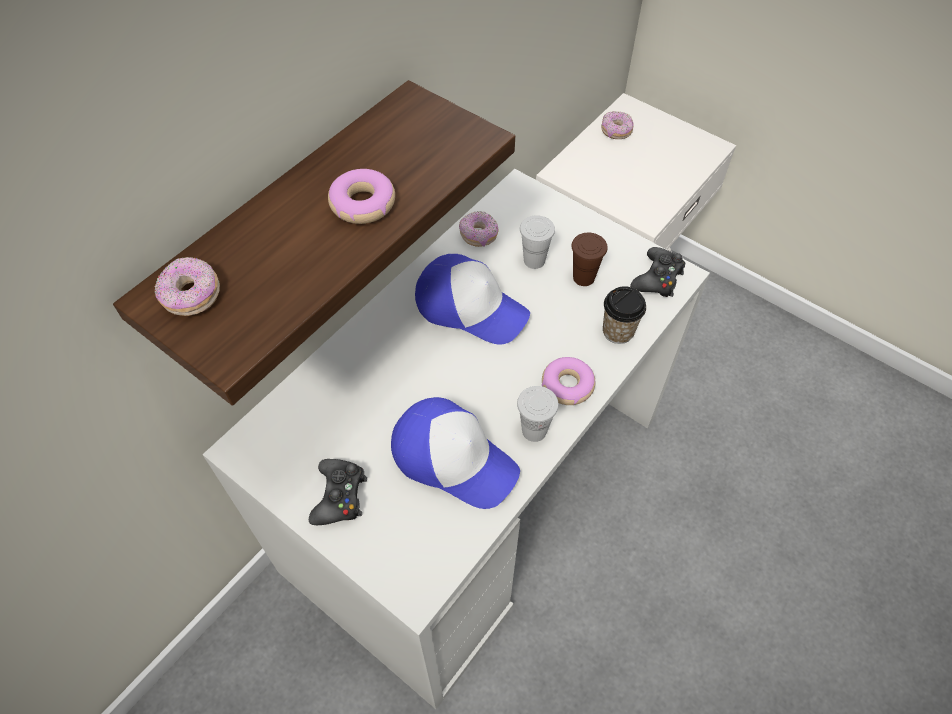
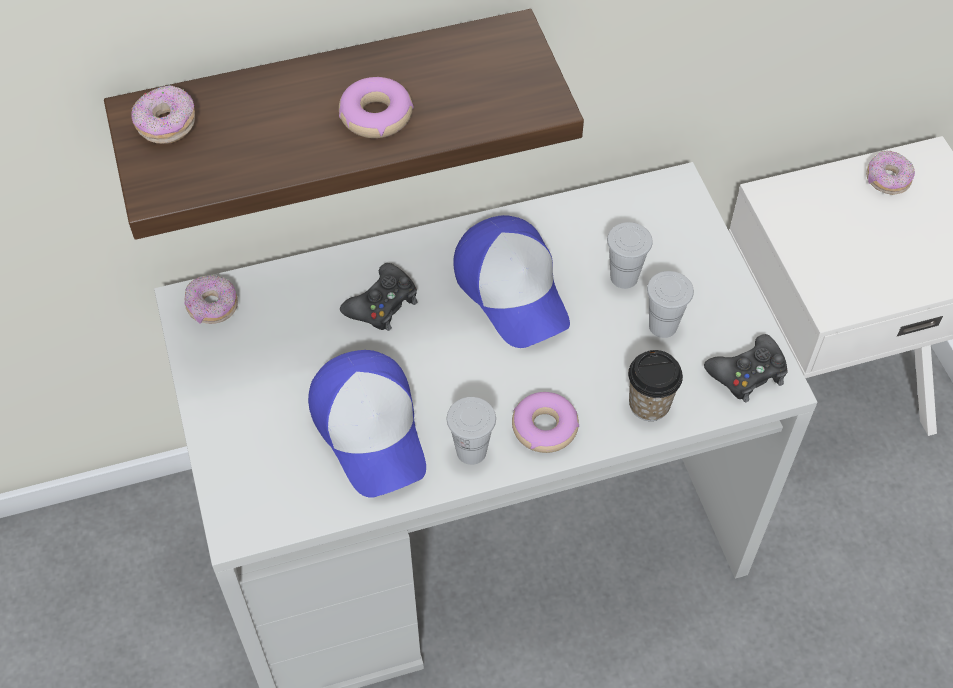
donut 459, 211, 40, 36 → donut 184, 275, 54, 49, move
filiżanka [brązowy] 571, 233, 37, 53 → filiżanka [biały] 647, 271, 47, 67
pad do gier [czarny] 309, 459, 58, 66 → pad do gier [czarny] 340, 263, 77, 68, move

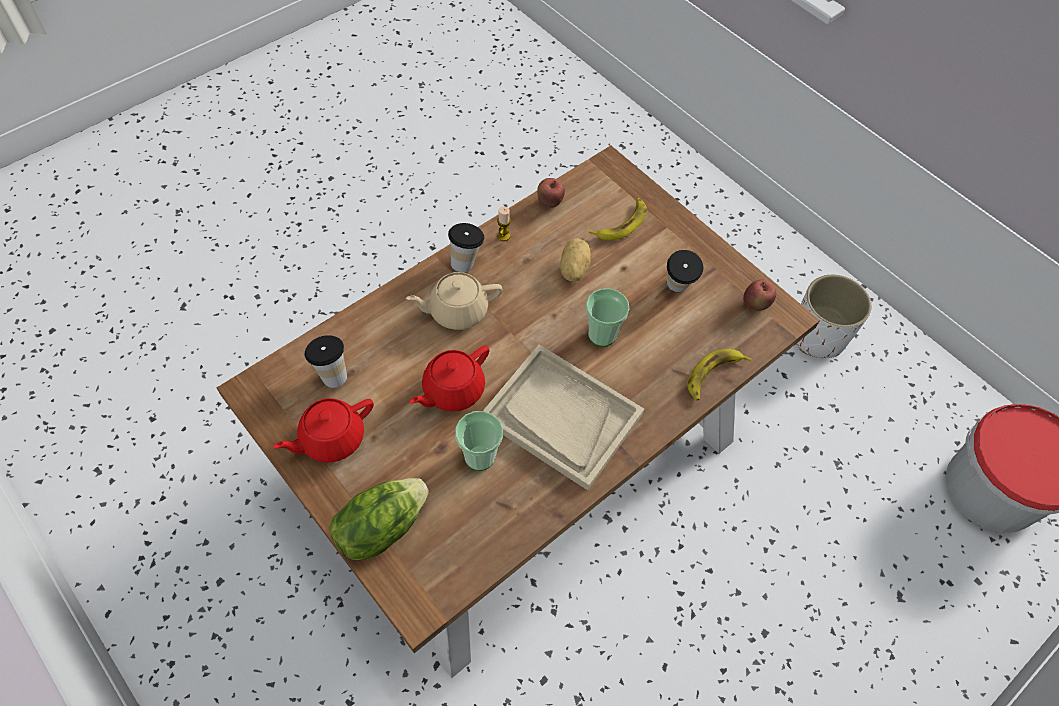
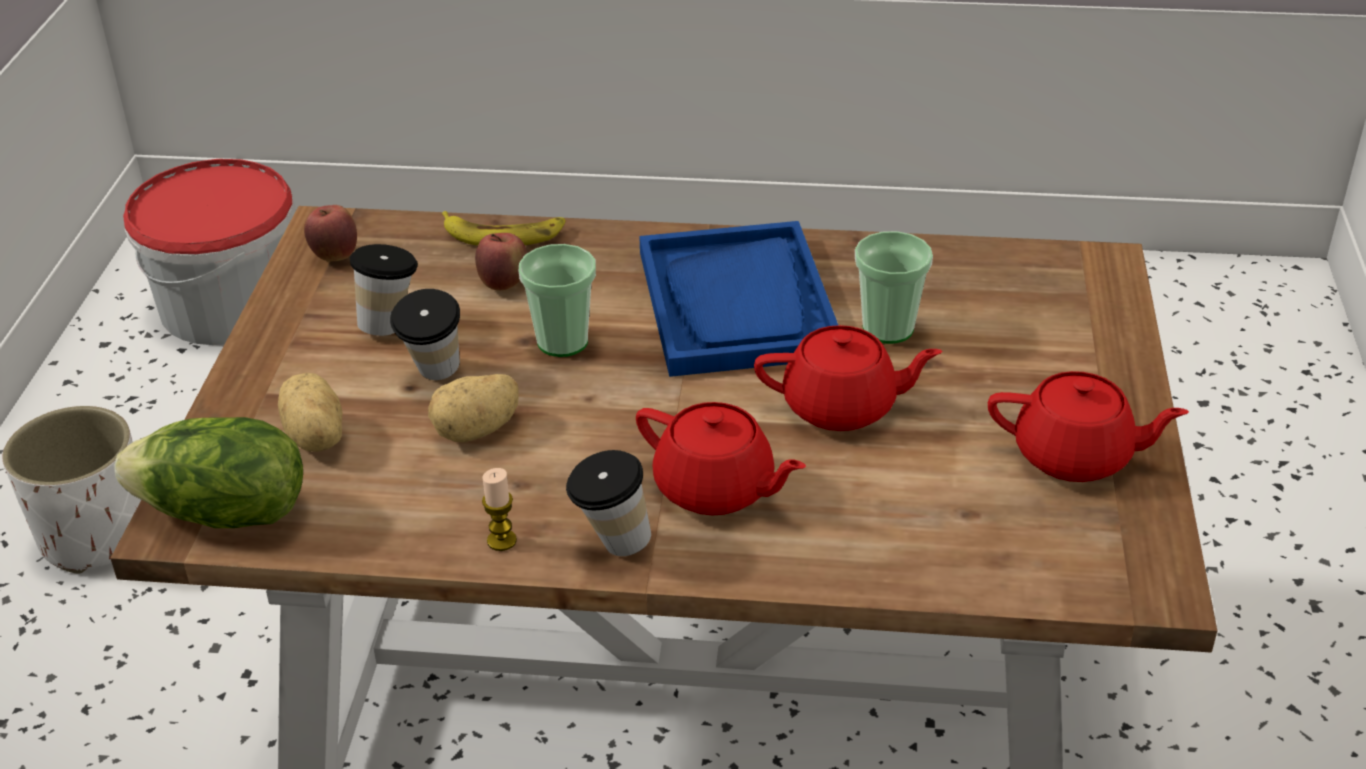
jabłko 537, 178, 28, 30 → jabłko 475, 233, 52, 57, move
banan 589, 198, 58, 42 → ziemniak 278, 373, 65, 79
imbryk [beżowy] 406, 272, 96, 58 → imbryk [czerwony] 636, 402, 170, 113
filiżanka 304, 335, 43, 53 → filiżanka 390, 289, 70, 91, move
taca [beżowy] 483, 344, 161, 146 → taca [niebieski] 639, 221, 199, 156
sałata 329, 478, 100, 82 → sałata 115, 417, 188, 111, move

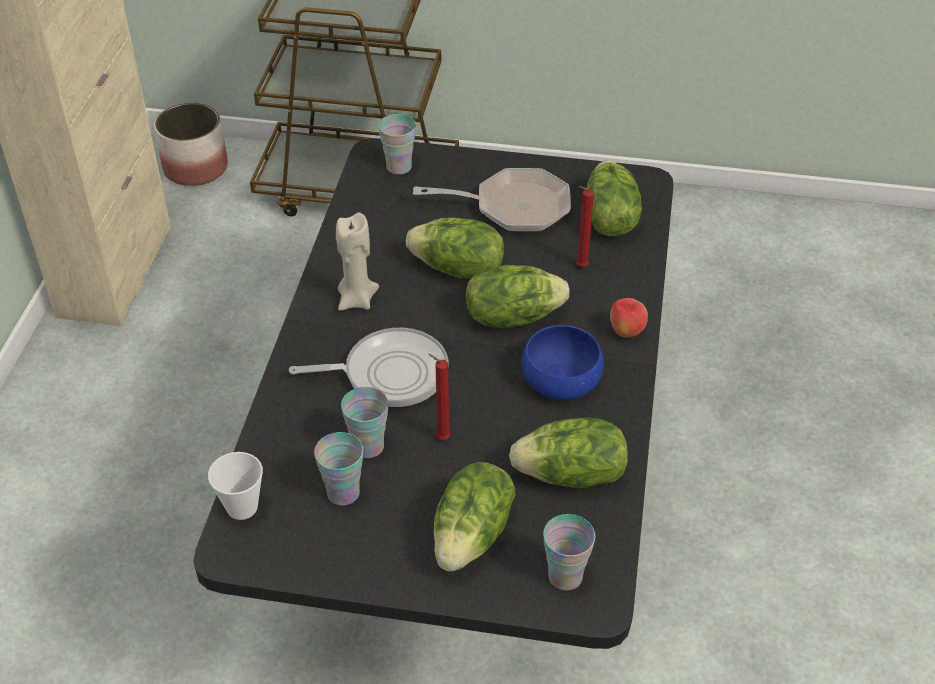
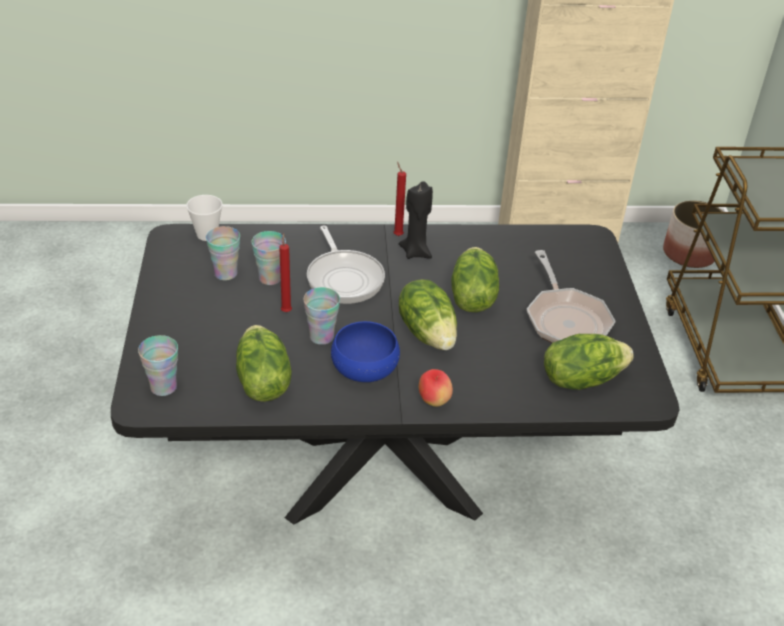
filiżanka 378, 114, 38, 61 → filiżanka 303, 287, 37, 58, move
świeca [czerwony] 576, 186, 18, 81 → świeca [czerwony] 394, 162, 12, 74, move
świeca [beżowy] 336, 213, 43, 98 → świeca [czarny] 399, 181, 34, 78
sałata 433, 462, 82, 110 → -

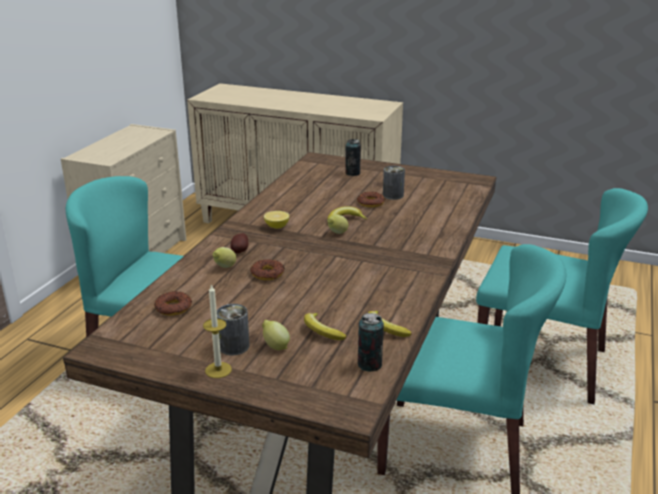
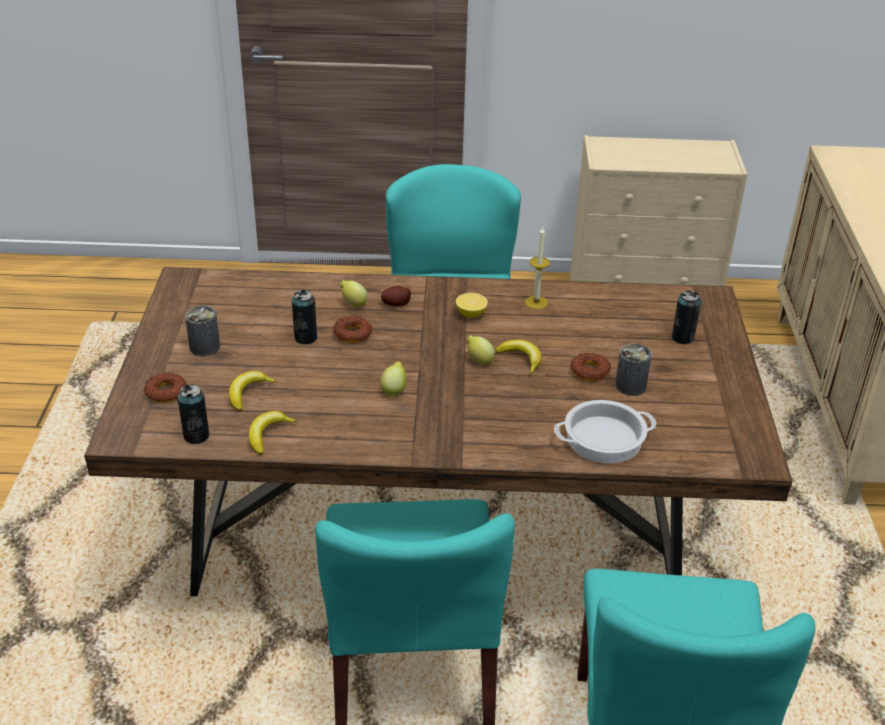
świeca 203, 284, 29, 94 → świeca 525, 227, 25, 82, move
donut 154, 291, 38, 25 → donut 144, 372, 43, 31, move
cytryna 262, 320, 28, 30 → cytryna 381, 362, 25, 36, move
- → puszka 292, 290, 25, 54
- → garnek 554, 400, 103, 64

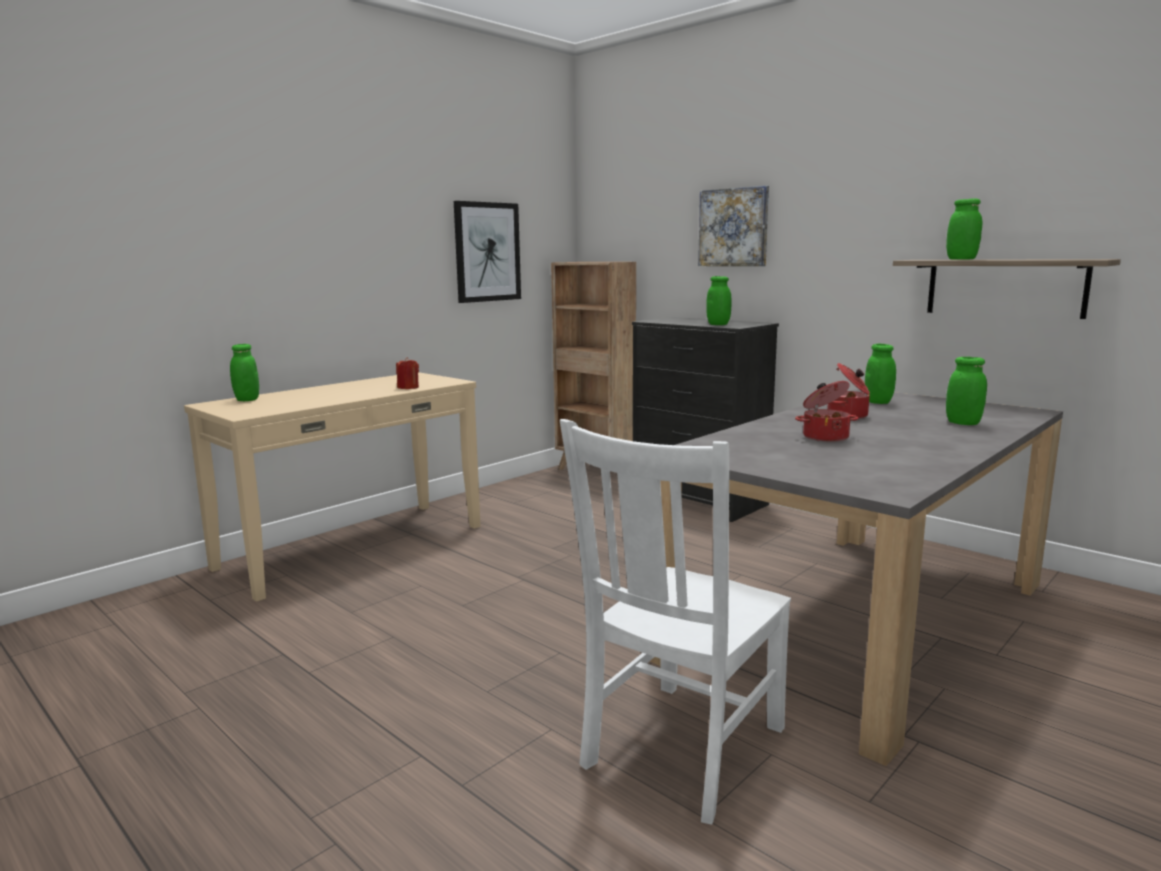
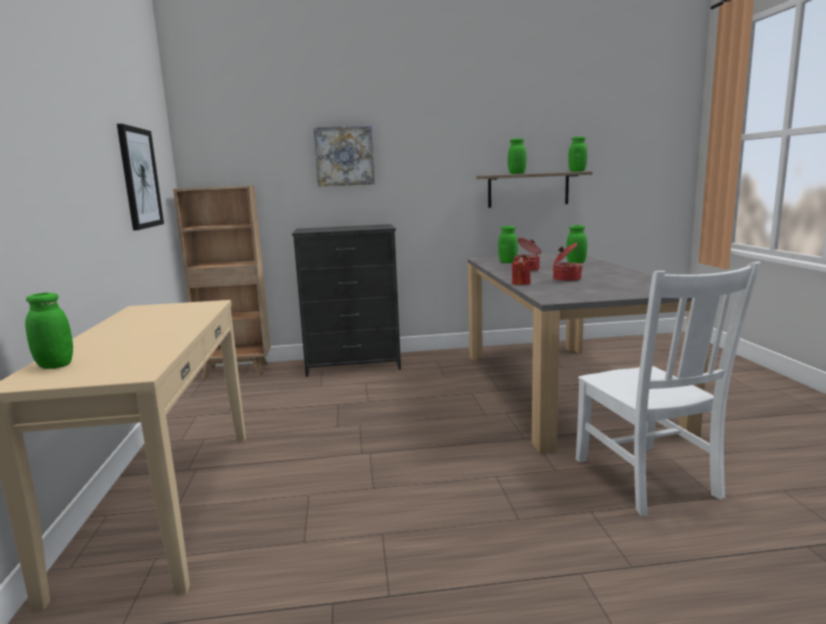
słoik [zielony] 706, 276, 25, 49 → słoik [zielony] 568, 137, 19, 35, move
świeca [czerwony] 396, 357, 23, 32 → świeca [czerwony] 512, 257, 19, 28, move

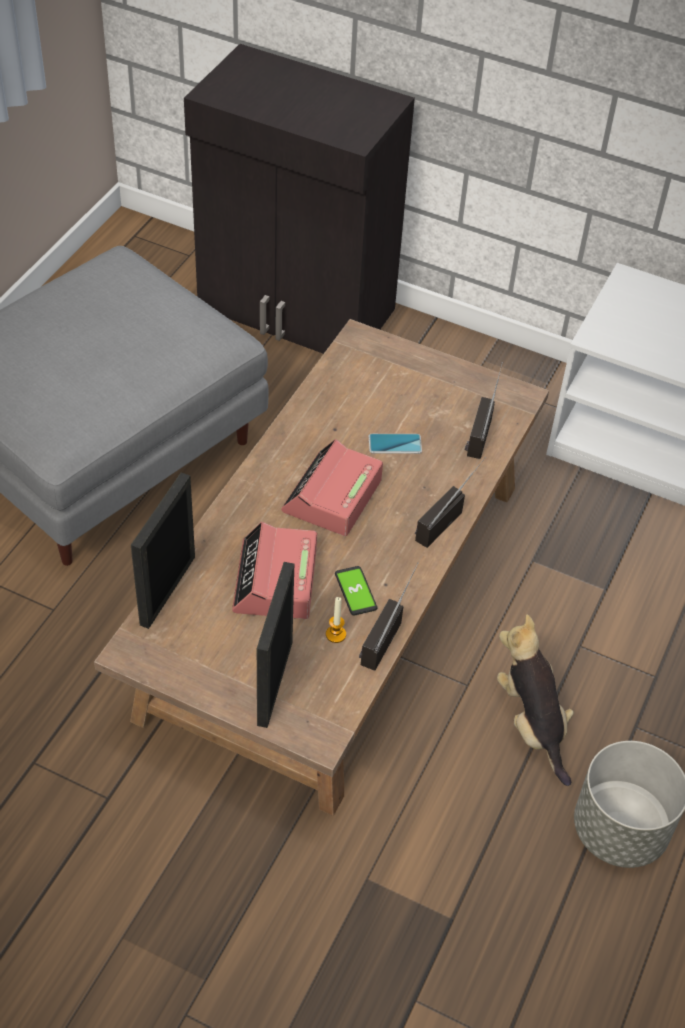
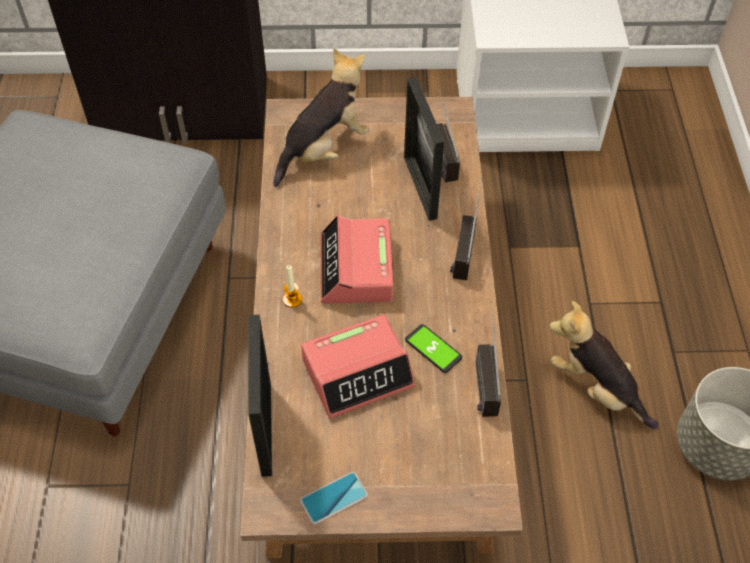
telefon 369, 434, 53, 20 → telefon 300, 472, 68, 52, move
budzik 232, 522, 85, 97 → budzik 301, 315, 114, 104, 90 degrees counterclockwise
ramka na zdjęcie 257, 562, 37, 166 → ramka na zdjęcie 404, 77, 40, 144, move
świeca 326, 597, 20, 46 → świeca 283, 265, 19, 42, move
- → pluszak 274, 49, 95, 138

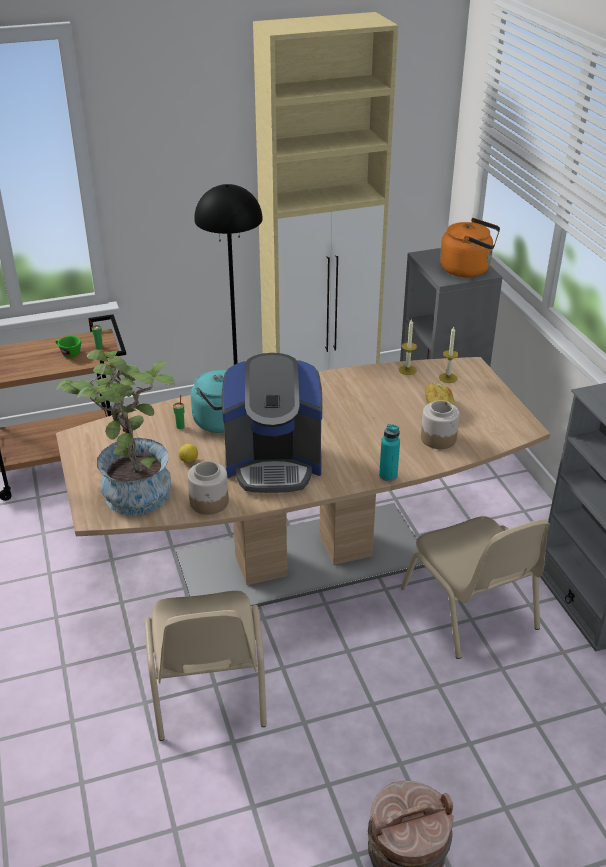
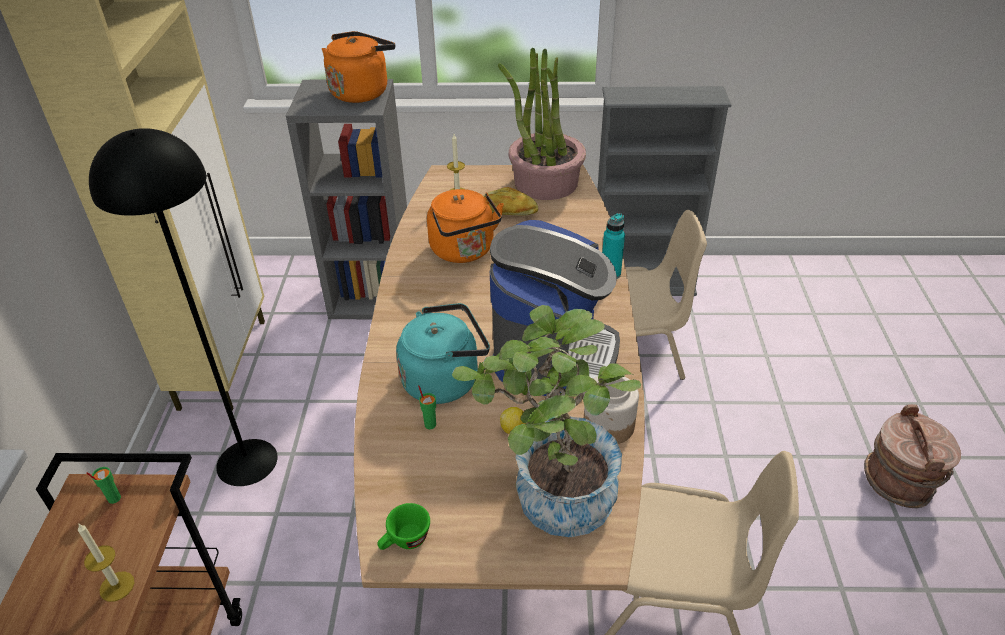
świeca 399, 318, 18, 57 → świeca 78, 523, 57, 79, move
filiżanka [zielony] 56, 336, 25, 21 → filiżanka [zielony] 377, 503, 53, 47, move
słoik 421, 400, 39, 49 → -
- → roślina doniczkowa 498, 48, 88, 152
- → czajnik [pomarańczowy] 427, 189, 77, 74

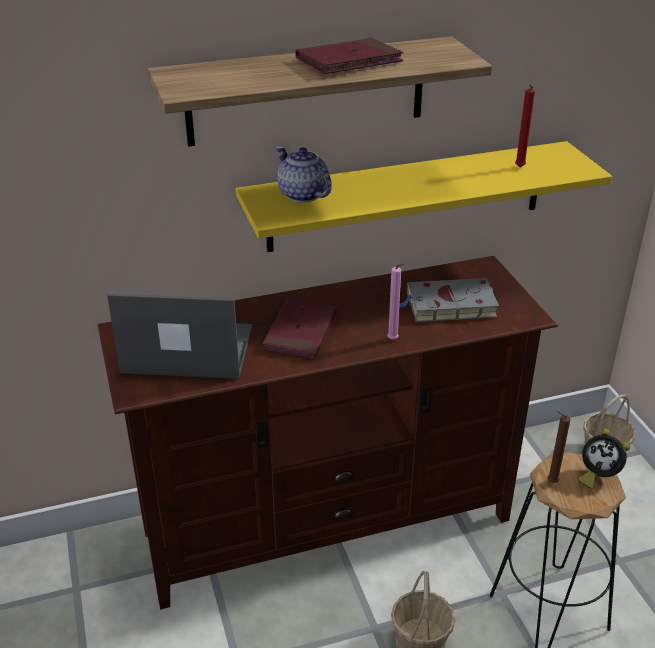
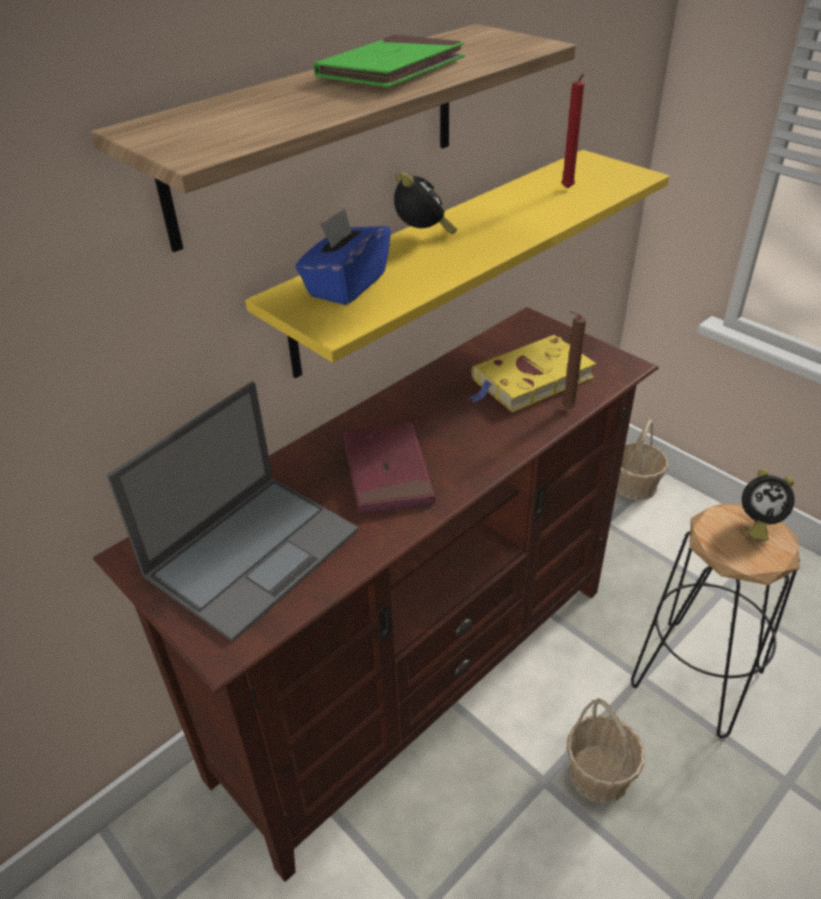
książka [czerwony] 296, 37, 108, 37 → książka [zielony] 313, 34, 152, 53
imbryk 276, 146, 56, 57 → pudełko chusteczek [niebieski] 295, 208, 96, 97
świeca [różowy] 387, 263, 19, 77 → -
książka [szary] 399, 278, 100, 44 → książka [żółty] 469, 335, 127, 78
laptop 107, 293, 145, 86 → laptop 106, 381, 253, 261, 150 degrees clockwise
świeca [brązowy] 547, 411, 24, 72 → świeca [brązowy] 562, 311, 24, 98, move
- → budzik 394, 172, 63, 62

